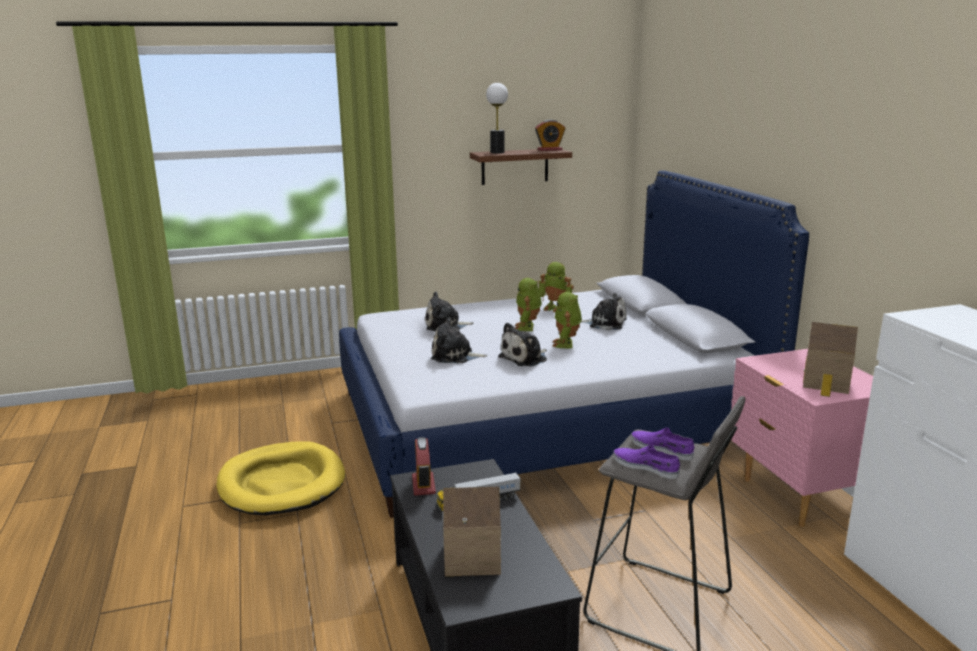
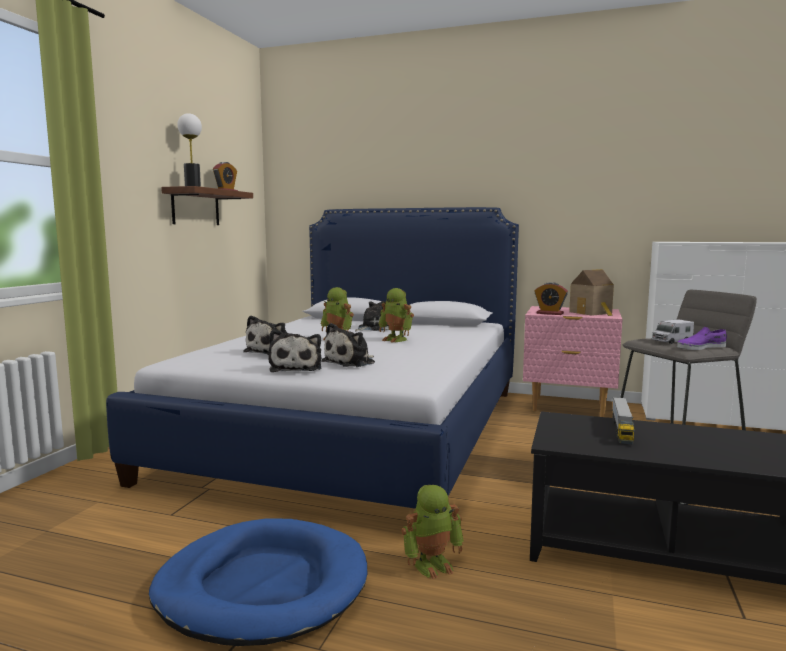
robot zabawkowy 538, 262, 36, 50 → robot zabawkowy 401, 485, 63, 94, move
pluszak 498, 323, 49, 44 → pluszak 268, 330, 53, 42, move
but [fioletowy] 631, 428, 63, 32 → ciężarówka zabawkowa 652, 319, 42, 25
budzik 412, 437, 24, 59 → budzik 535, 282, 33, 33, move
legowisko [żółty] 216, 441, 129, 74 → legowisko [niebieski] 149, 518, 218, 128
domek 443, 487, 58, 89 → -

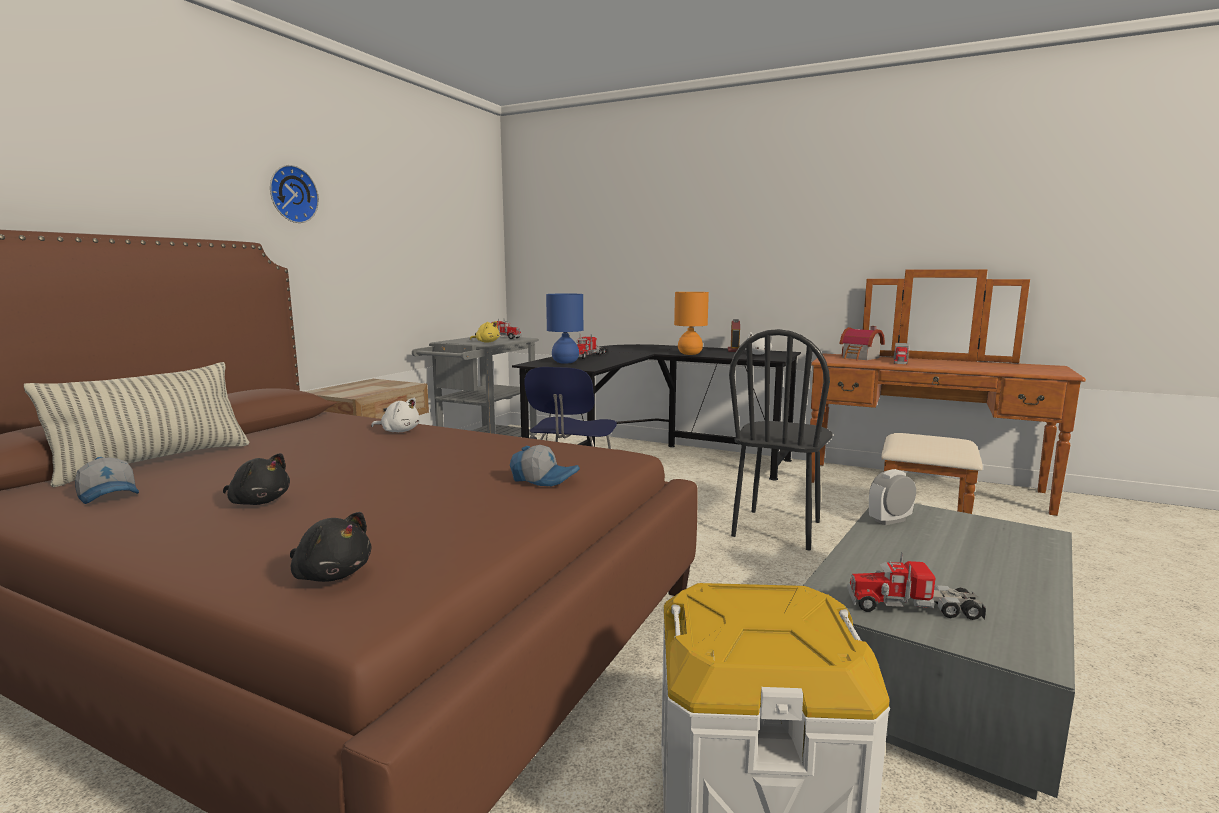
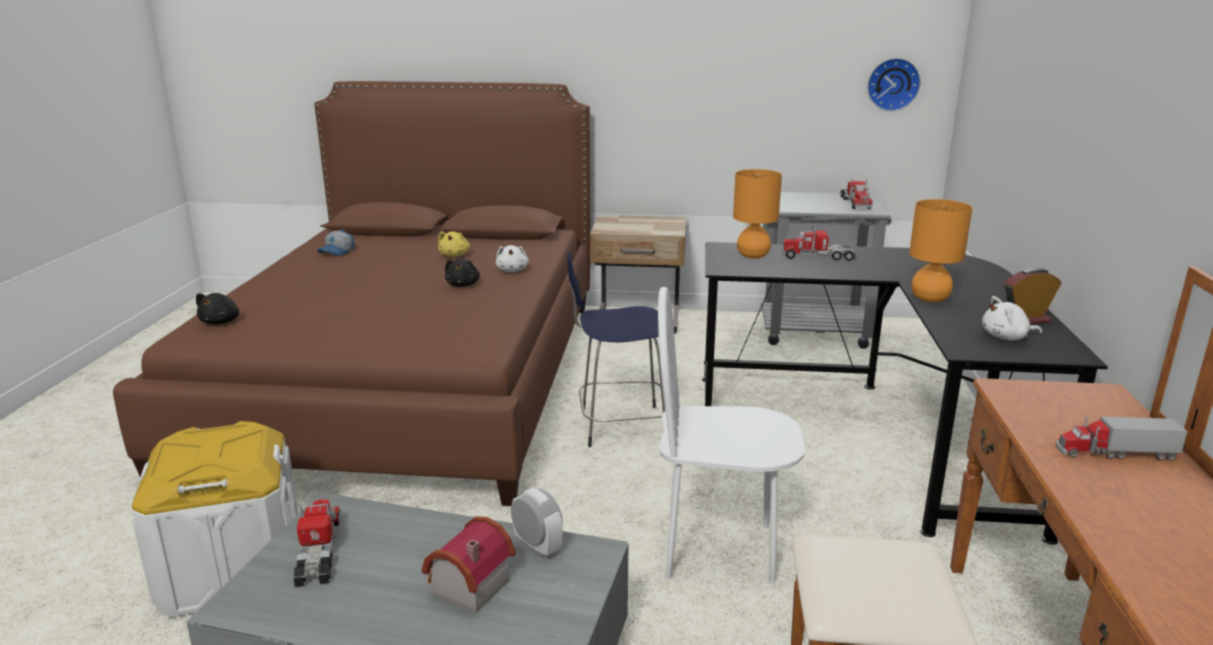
zegar ścienny 270, 165, 49, 58 → zegar ścienny 867, 58, 54, 53, move
lampa stołowa [niebieski] 546, 294, 37, 69 → lampa stołowa [pomarańczowy] 733, 169, 49, 89
pluszak [żółty] 470, 321, 30, 21 → pluszak [żółty] 438, 231, 32, 26, move
domek 840, 326, 45, 34 → domek 422, 516, 94, 97, move
krzesło [czarny] 729, 329, 103, 221 → krzesło [biały] 658, 287, 147, 297
poduszka 24, 362, 225, 125 → -
czapka z daszkiem 510, 445, 70, 41 → -
pluszak [czarny] 223, 453, 67, 52 → pluszak [czarny] 445, 259, 35, 28, move

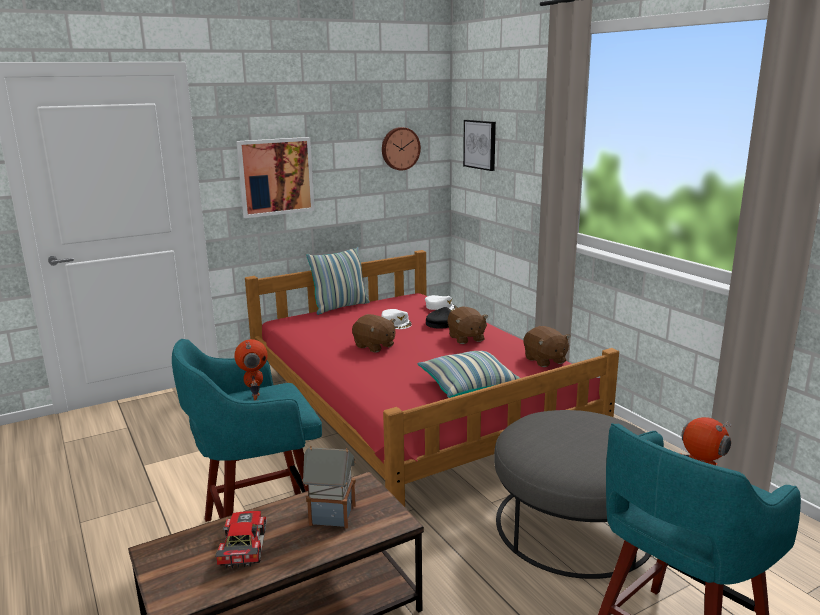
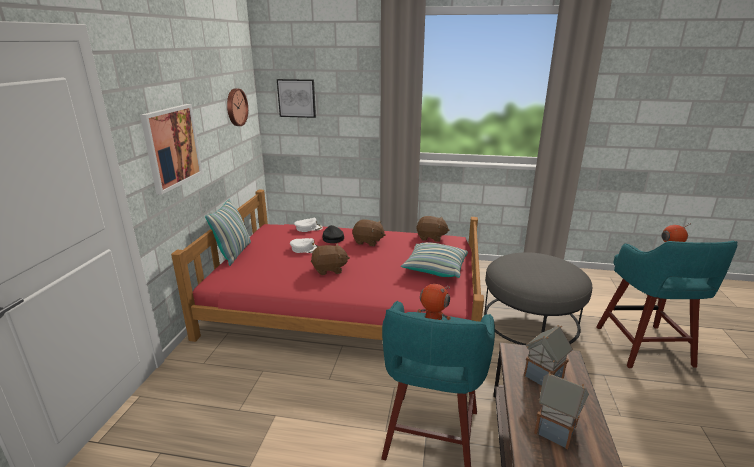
samochodzik 215, 511, 52, 58 → domek 534, 371, 55, 79

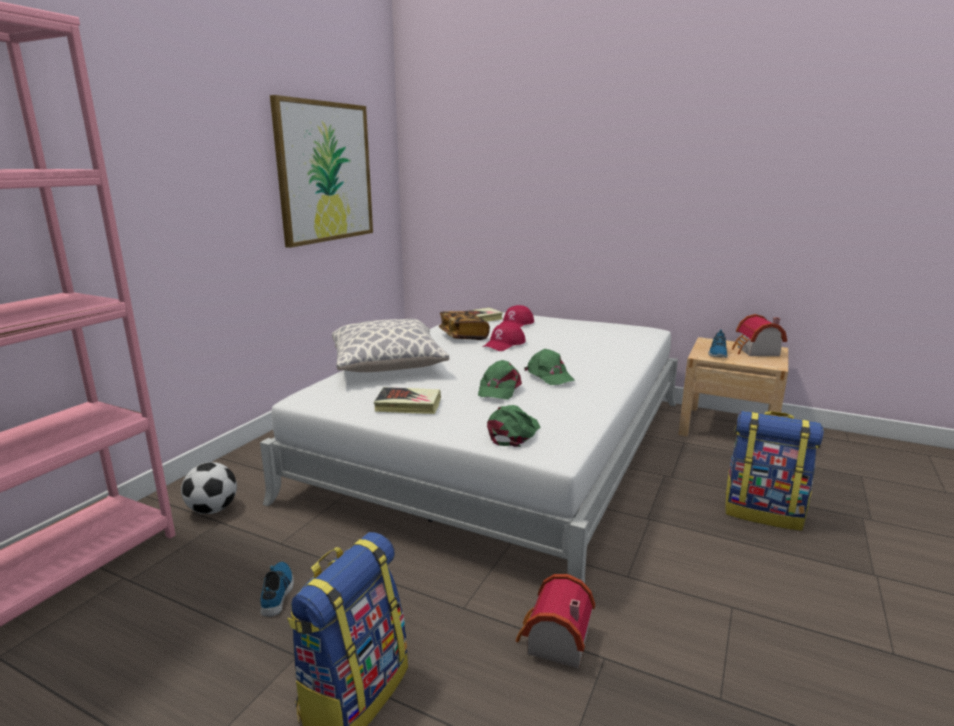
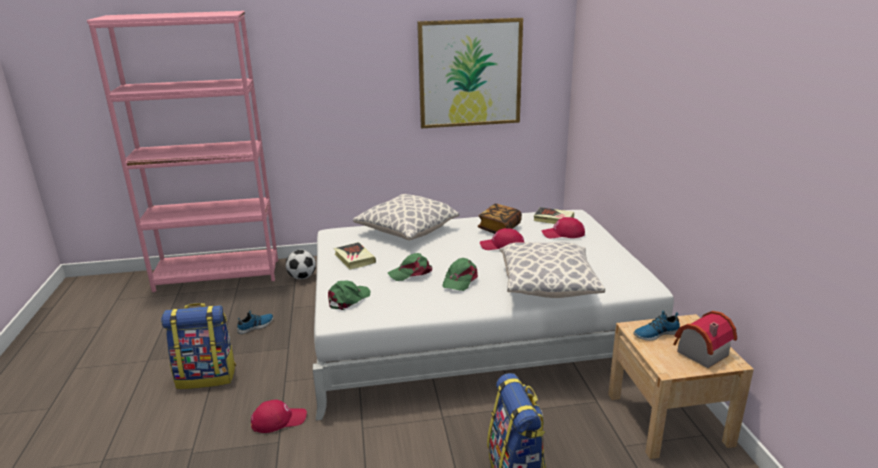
czapka z daszkiem [zielony] 487, 405, 53, 42 → czapka z daszkiem [zielony] 328, 281, 43, 29, 45 degrees counterclockwise
domek 516, 574, 79, 94 → czapka z daszkiem [czerwony] 251, 400, 56, 33
- → poduszka 499, 242, 106, 56

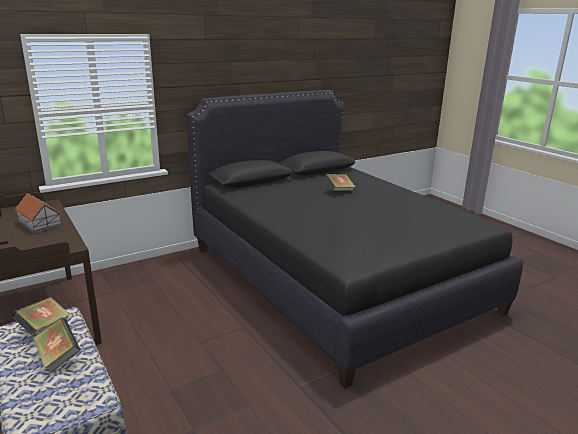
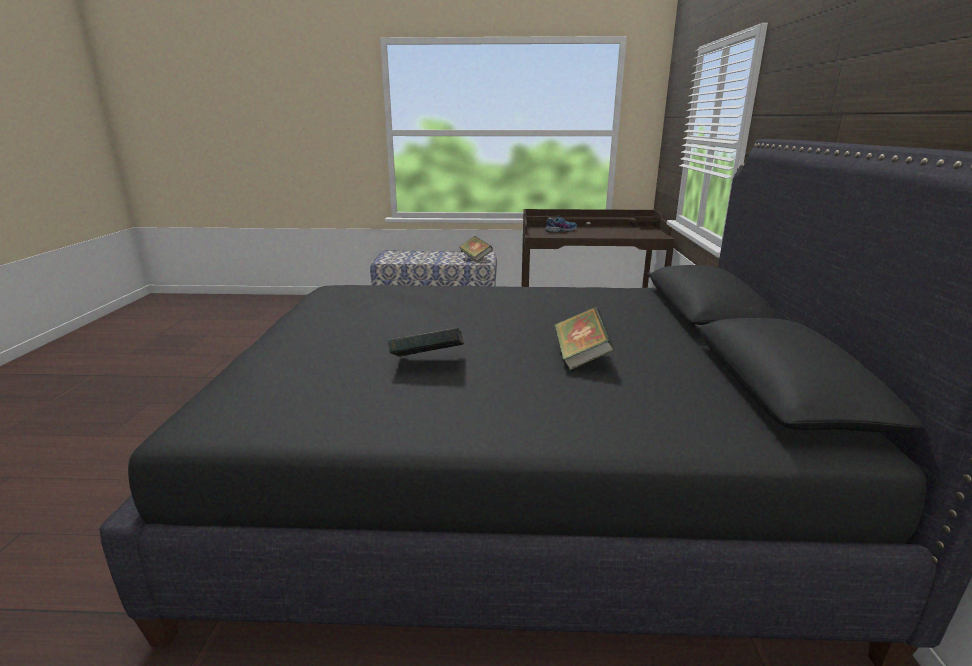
domek 14, 193, 48, 41 → -
książka 33, 317, 48, 56 → książka 388, 328, 76, 29, move
- → but 545, 214, 32, 18

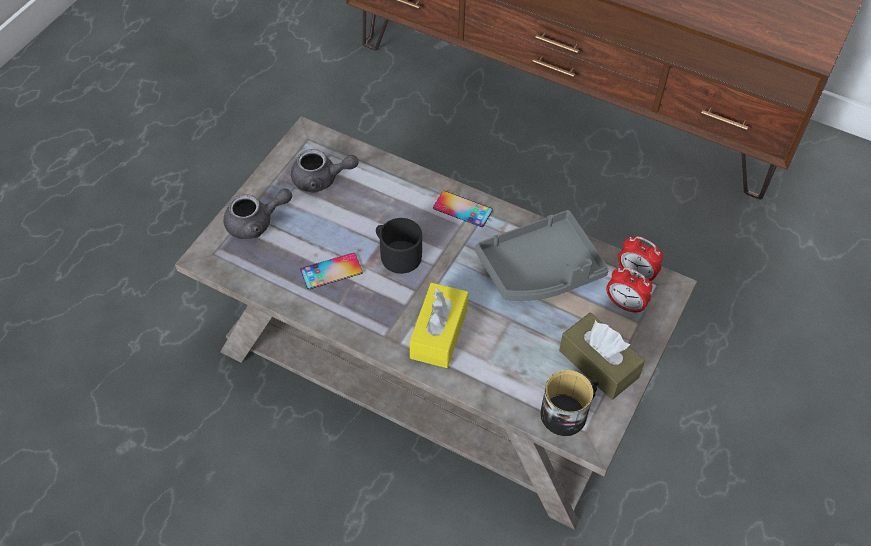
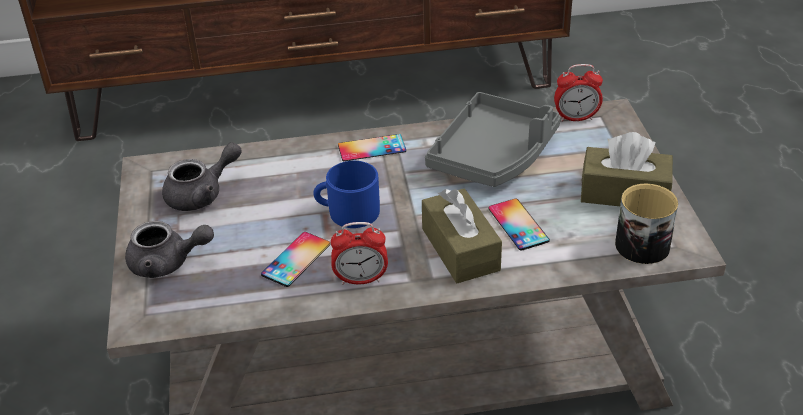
imbryk [szary] 224, 189, 68, 50 → imbryk [szary] 125, 221, 89, 57, 60 degrees clockwise
kubek [czarny] 376, 218, 46, 56 → kubek [niebieski] 313, 161, 67, 67
budzik 606, 267, 46, 48 → budzik 331, 222, 57, 63, move
pudełko chusteczek [żółty] 410, 283, 58, 85 → pudełko chusteczek [brązowy] 422, 189, 80, 94
- → telefon 488, 198, 62, 53

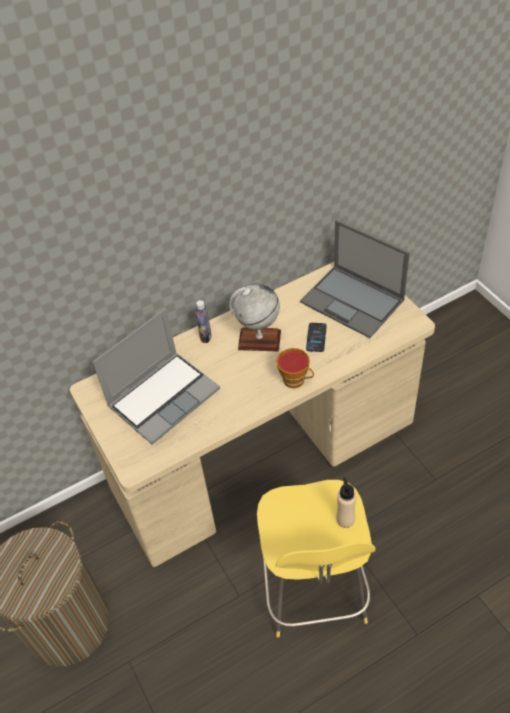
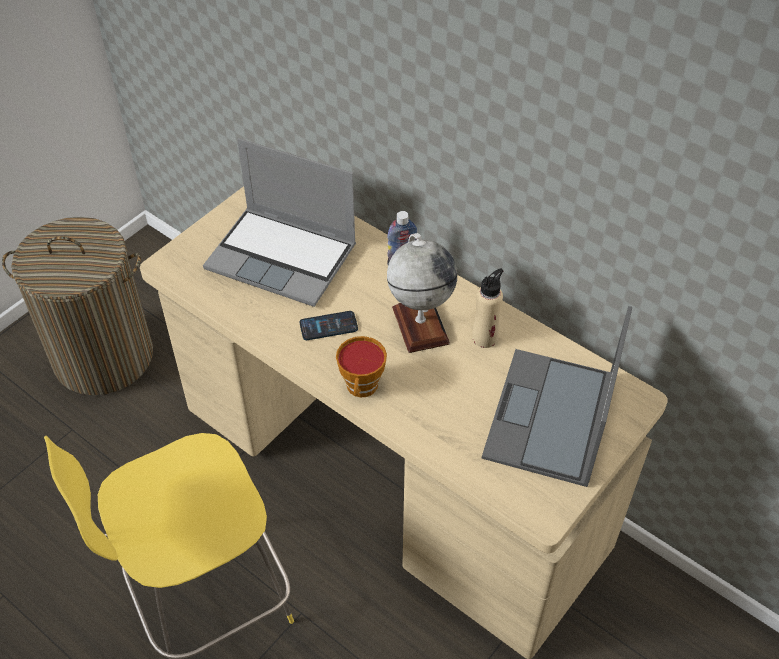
telefon 306, 323, 21, 29 → telefon 299, 311, 59, 29, move
butelka [beżowy] 336, 477, 20, 51 → butelka [beżowy] 472, 268, 31, 80, move

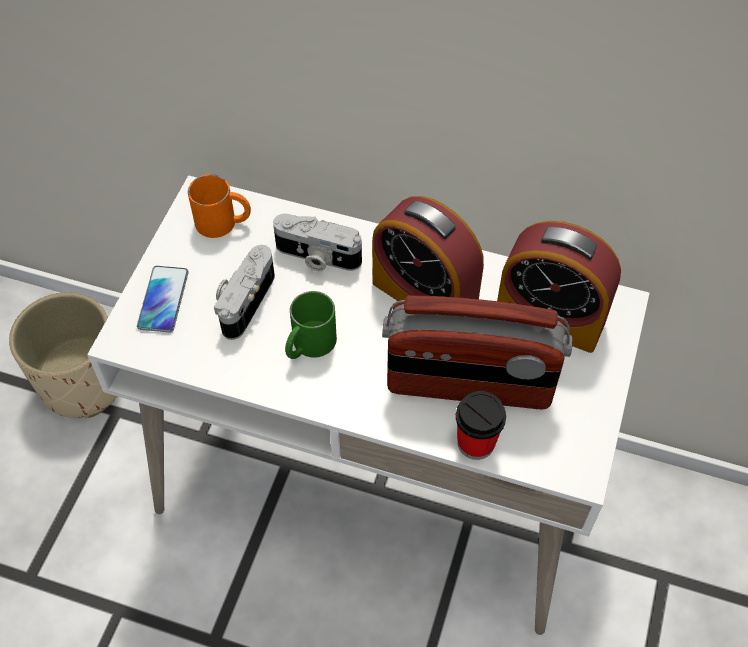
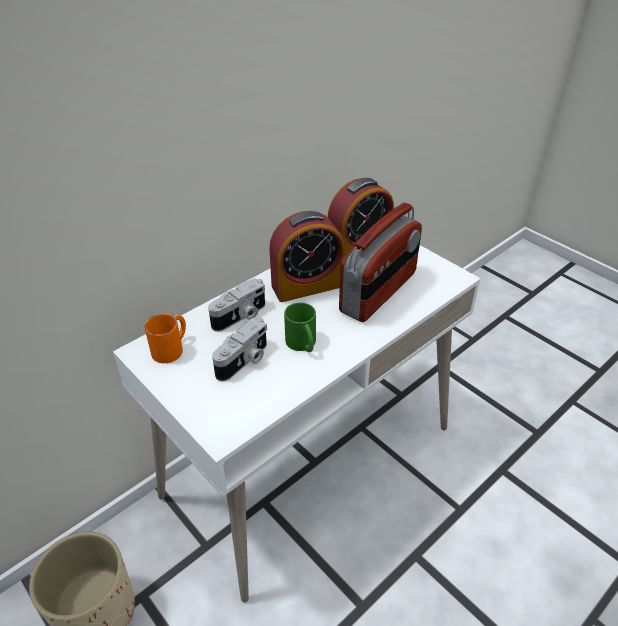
aparat fotograficzny 214, 245, 61, 95 → aparat fotograficzny 212, 318, 55, 64, 105 degrees counterclockwise
telefon 137, 266, 51, 66 → -
filiżanka 456, 391, 50, 69 → -

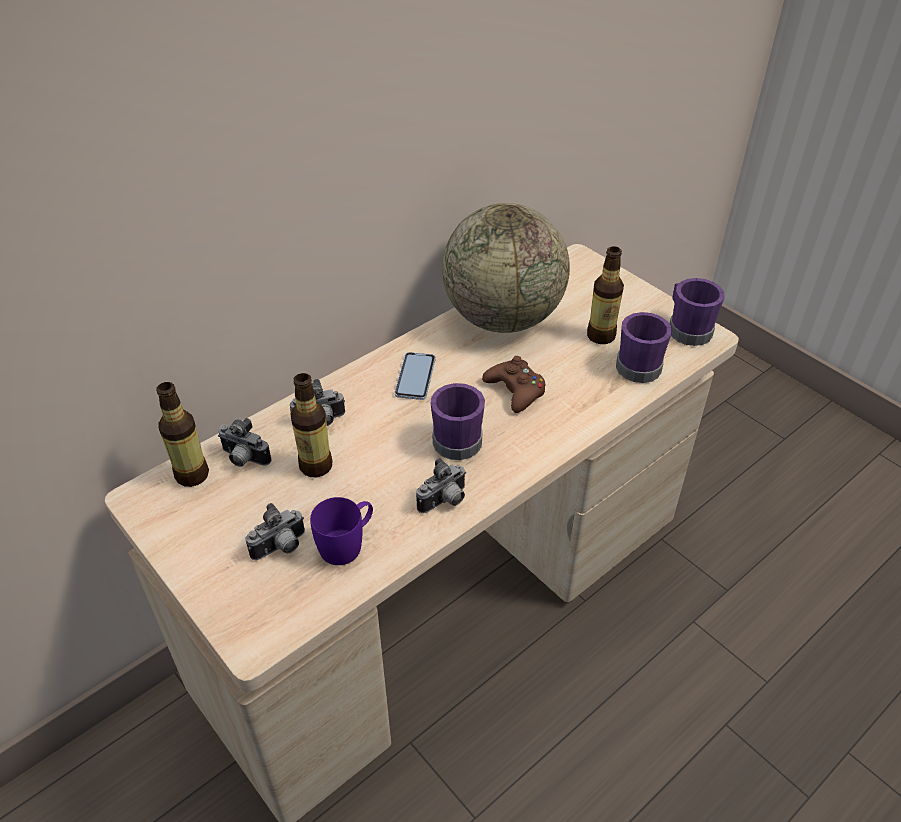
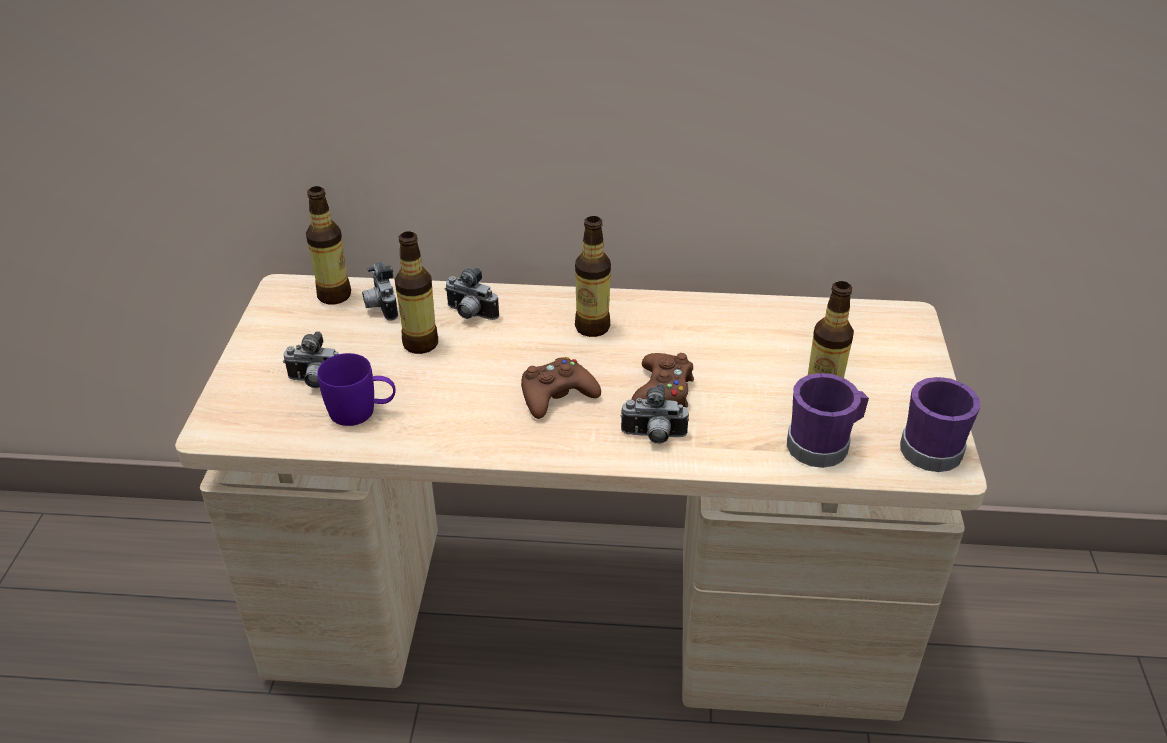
globus 442, 203, 128, 130 → -
telefon 395, 352, 41, 48 → butelka 575, 216, 36, 121
kubek [fioletowy] 431, 383, 54, 77 → pad do gier [brązowy] 521, 357, 80, 62
aparat fotograficzny 416, 458, 50, 55 → aparat fotograficzny 620, 383, 69, 61, move

